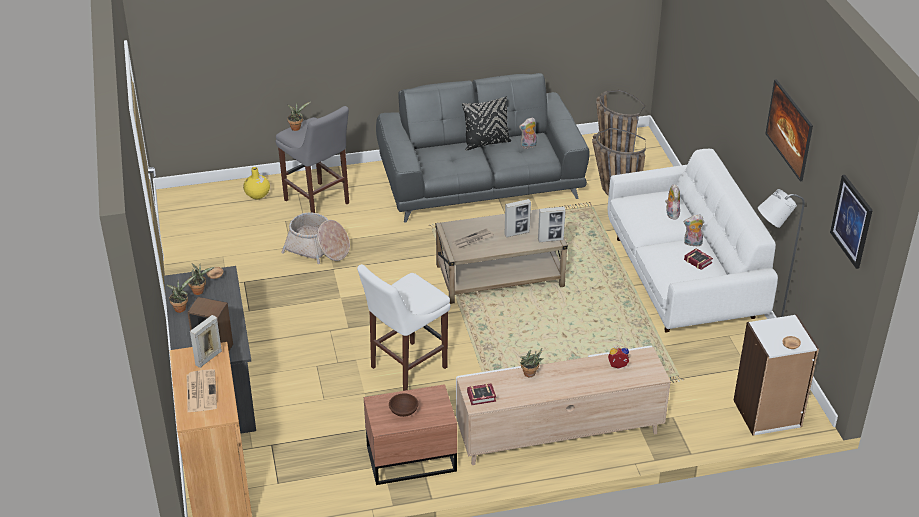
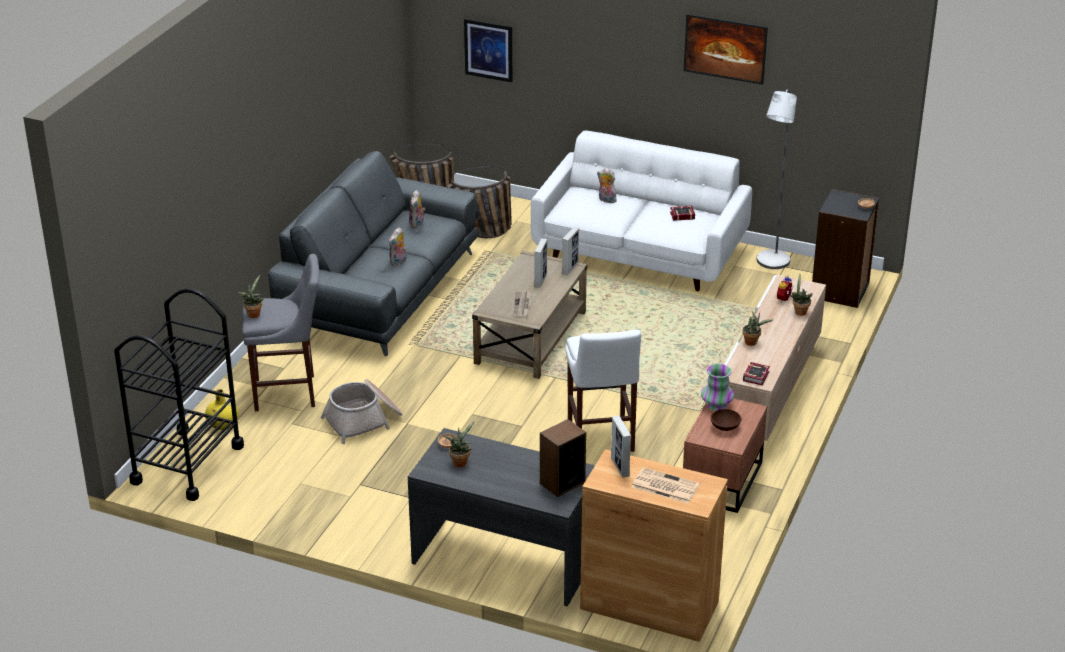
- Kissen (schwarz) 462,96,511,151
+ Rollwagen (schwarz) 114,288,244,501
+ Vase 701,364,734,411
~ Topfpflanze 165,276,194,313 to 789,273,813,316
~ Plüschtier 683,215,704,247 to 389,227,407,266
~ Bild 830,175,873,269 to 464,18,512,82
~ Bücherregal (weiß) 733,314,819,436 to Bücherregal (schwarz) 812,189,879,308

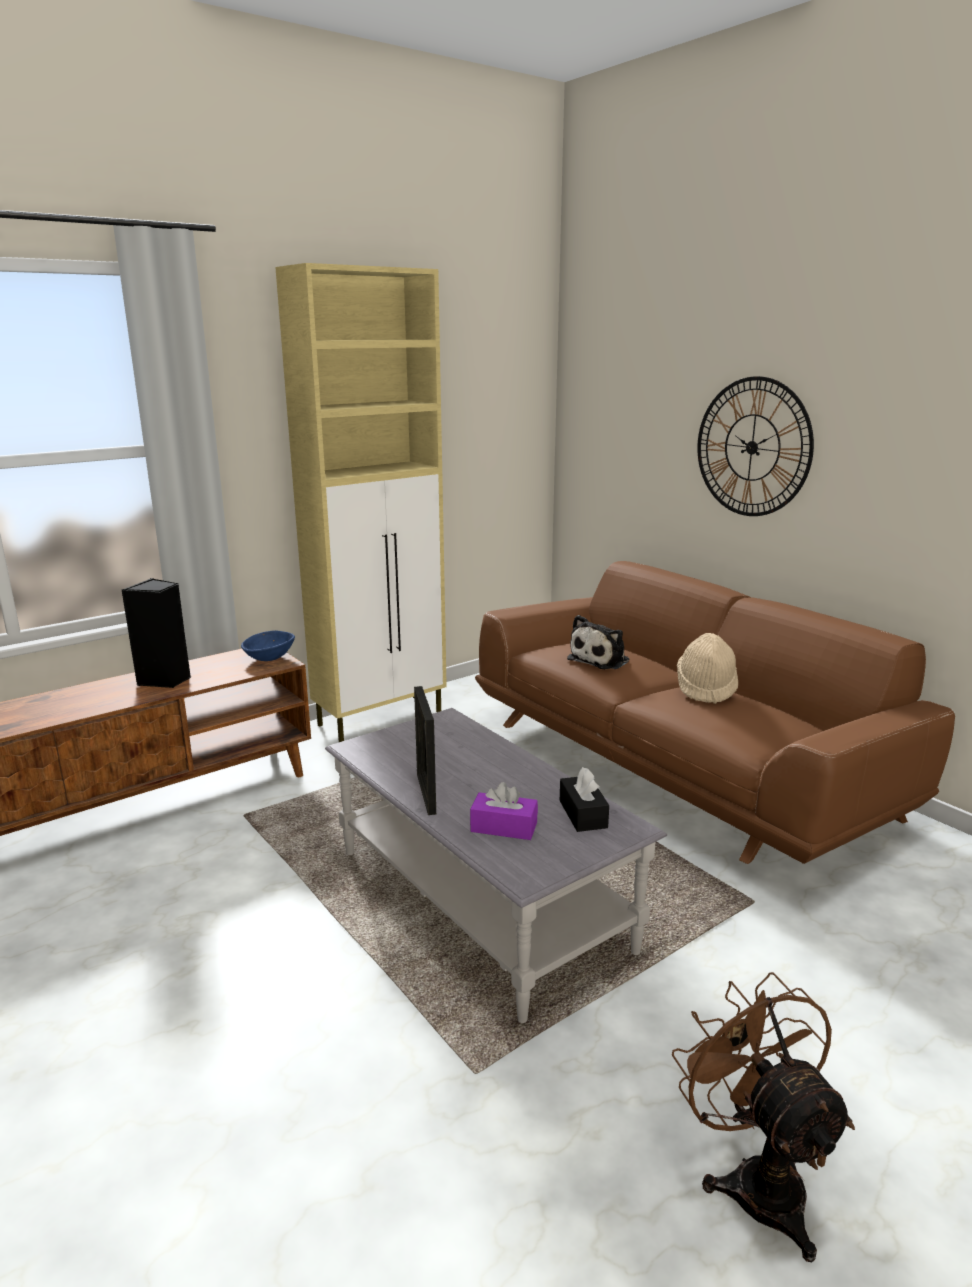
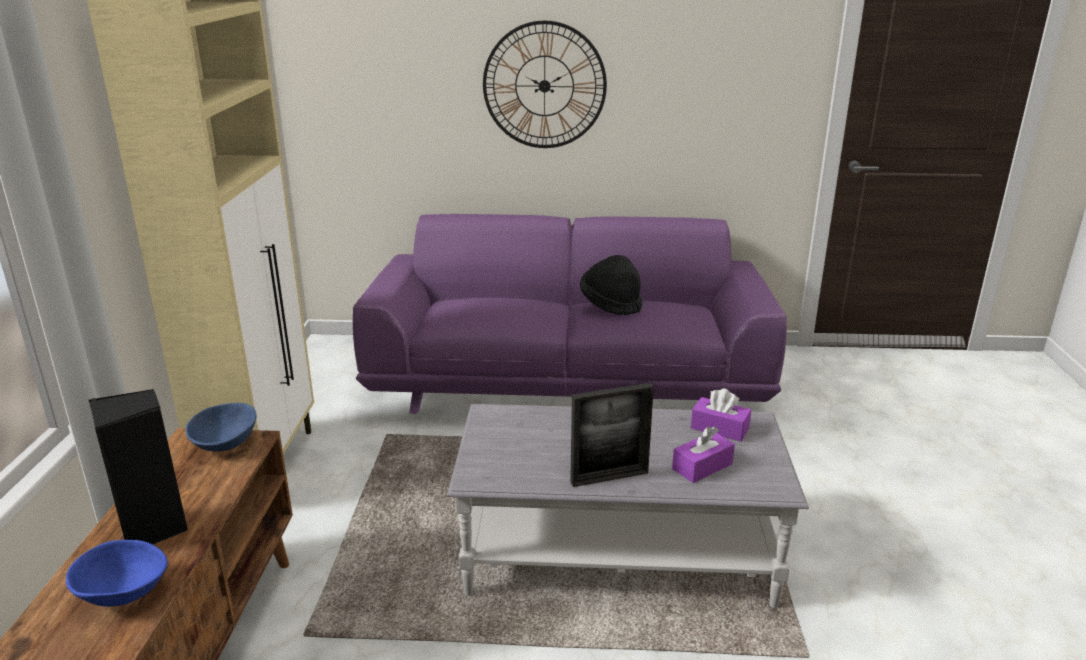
- Plüschtier 567,615,629,669
- Ventilator (braun) 672,972,855,1263
+ Schüssel (blau) 66,540,168,607
~ Sofa (braun) 475,561,955,864 to Sofa (lila) 353,214,787,414
~ Taschentuchbox (schwarz) 560,767,609,832 to Taschentuchbox (lila) 691,389,751,442
~ Hut (beige) 677,633,738,704 to Hut (schwarz) 580,255,642,315
~ Bilderrahmen 414,686,436,815 = 570,383,654,487 45 degrees counterclockwise

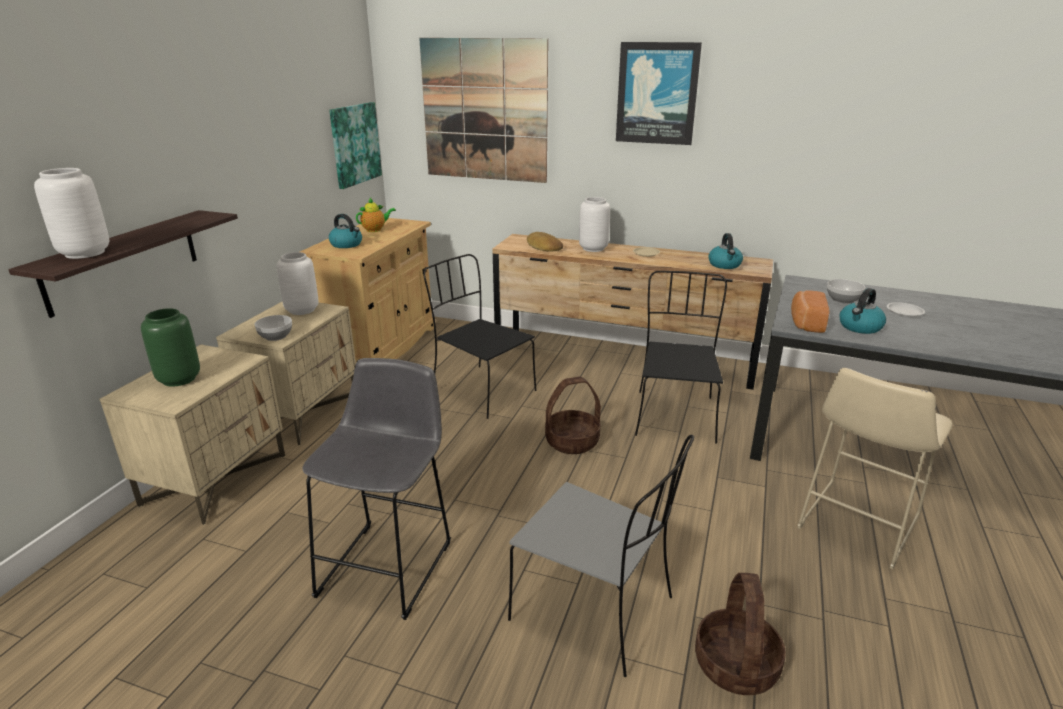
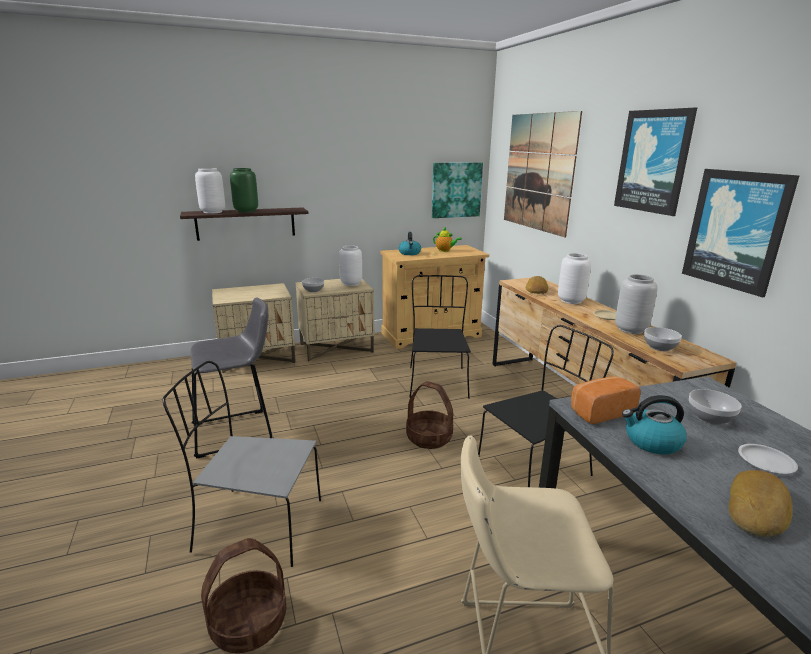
+ Vase (grau) 615,274,658,334
+ Bild 682,169,799,297
+ Brot 729,470,792,537
~ Vase (grün) 141,308,200,387 to 230,168,258,212
~ Wasserkessel 708,233,743,269 to Schüssel 644,327,682,351
~ Stuhl (grau) 508,435,694,677 = 162,361,321,567 105 degrees clockwise

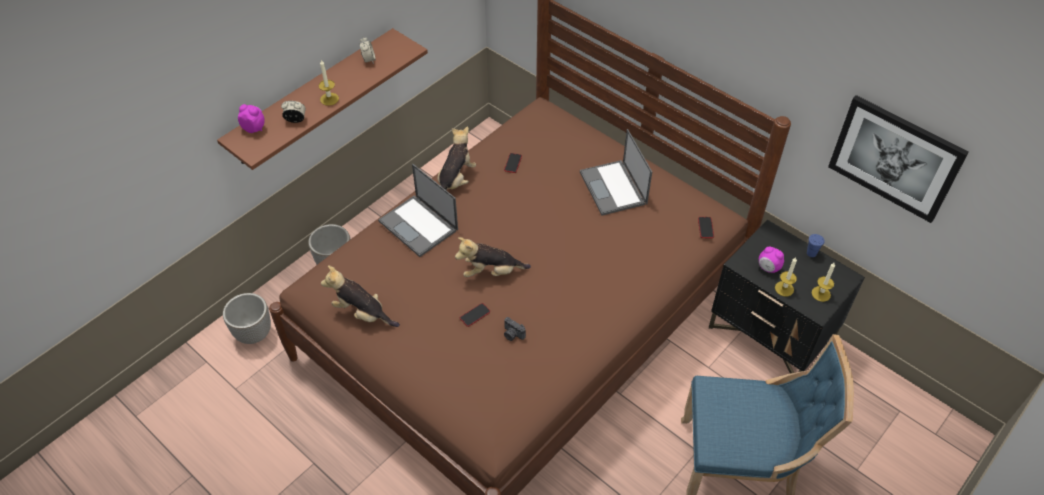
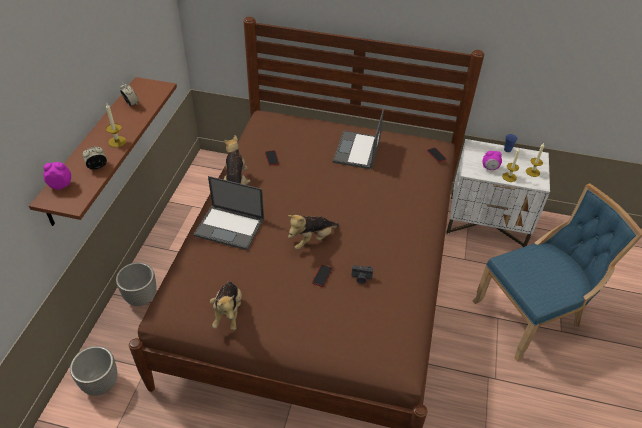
- Bild 828,95,969,223
~ Nachttisch (schwarz) 709,220,865,374 to Nachttisch (weiß) 446,139,550,247
~ Plüschtier 321,266,400,327 = 210,281,242,331 90 degrees counterclockwise
~ Laptop 580,129,652,216 = 333,109,384,170 60 degrees clockwise

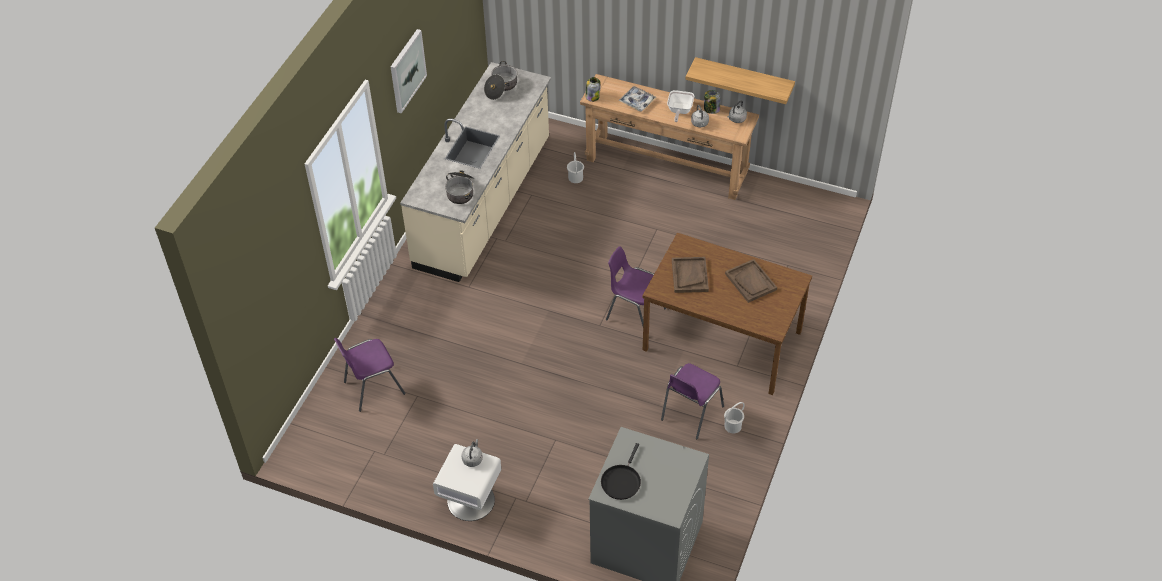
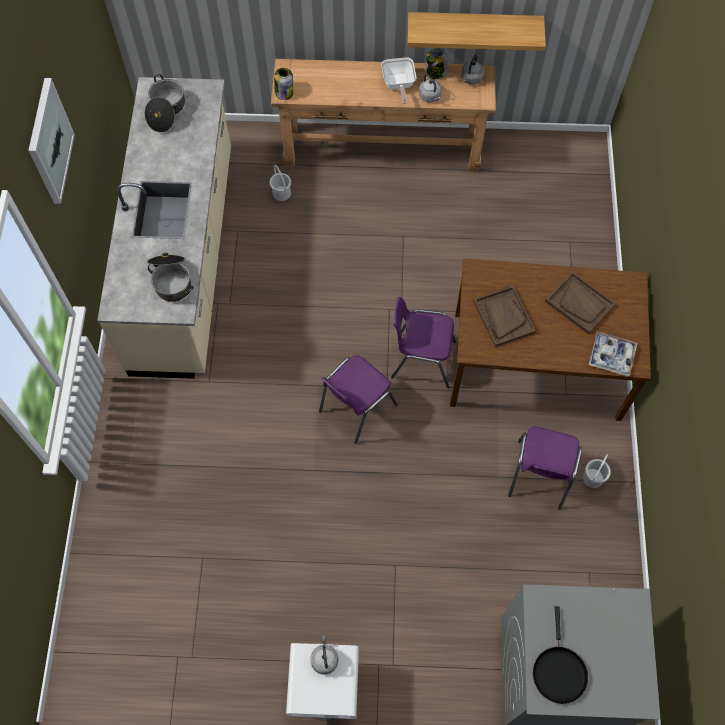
~ Stuhl (lila) 334,338,406,412 to 319,355,398,444
~ Tablett 618,86,656,112 to 588,332,638,376

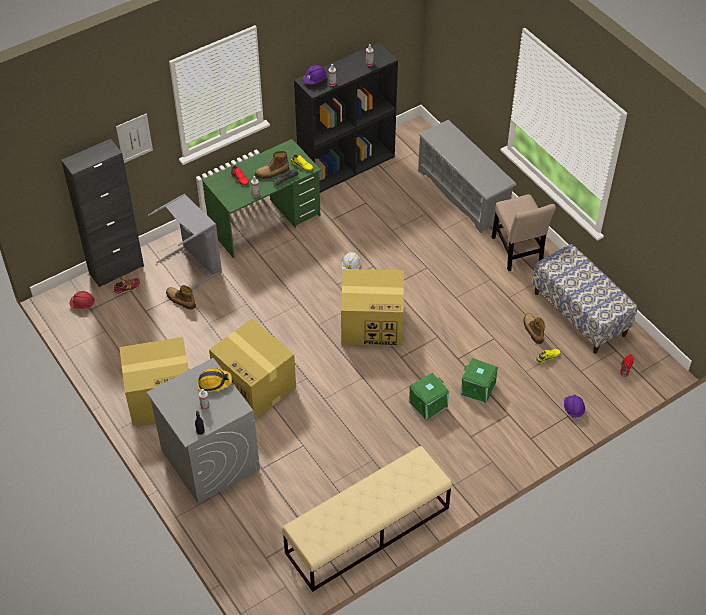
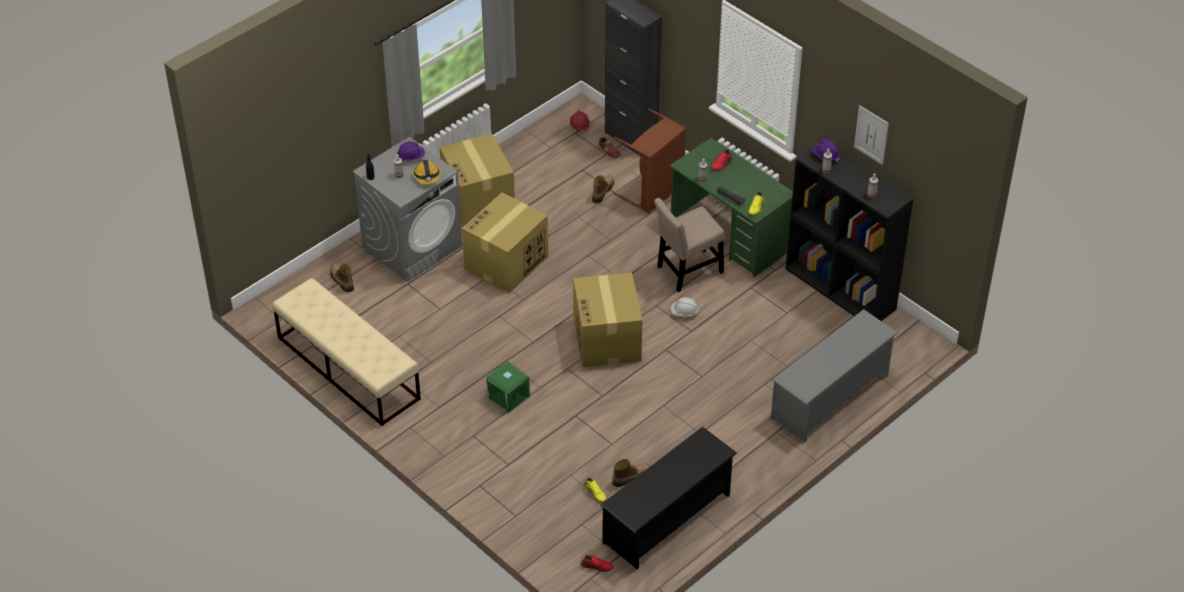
- Aufbewahrungsbox (grün) 460,358,498,404
~ Bild 116,113,153,163 to 854,105,889,165
~ Stiefel 255,151,289,179 to 330,263,354,292
~ Stuhl (beige) 492,194,556,271 to 654,198,725,292
~ Schutzhelm (lila) 564,394,585,420 to 397,141,425,161
~ Bank 532,244,637,354 to Schuhregal (schwarz) 600,427,737,569
~ Wäschekorb (grau) 148,194,222,289 to Wäschekorb (braun) 613,109,686,214

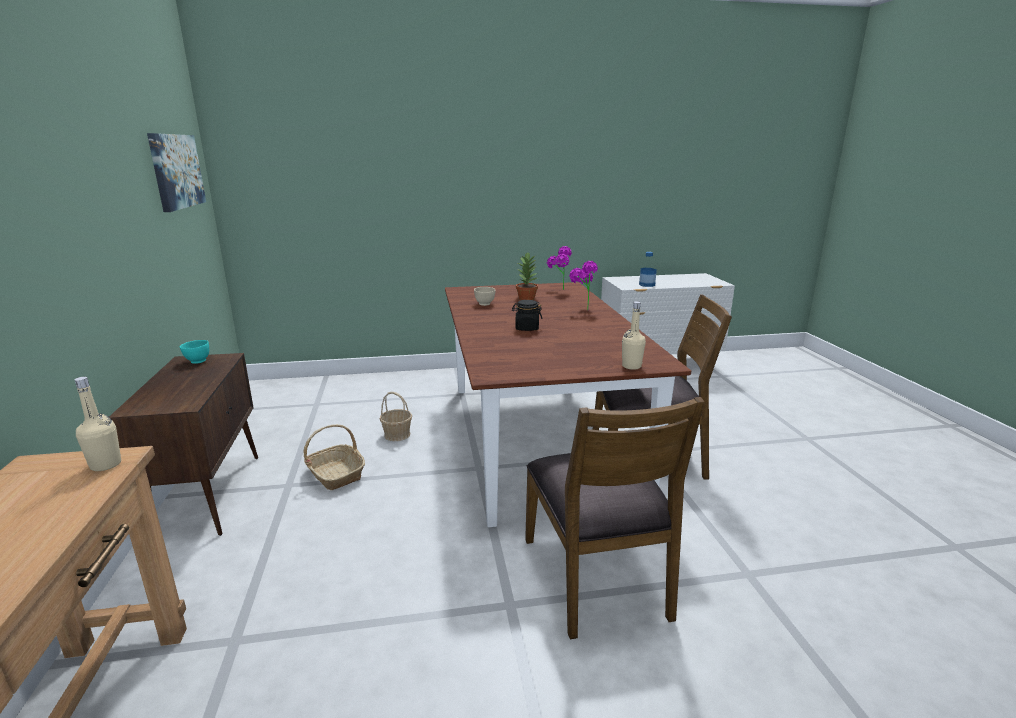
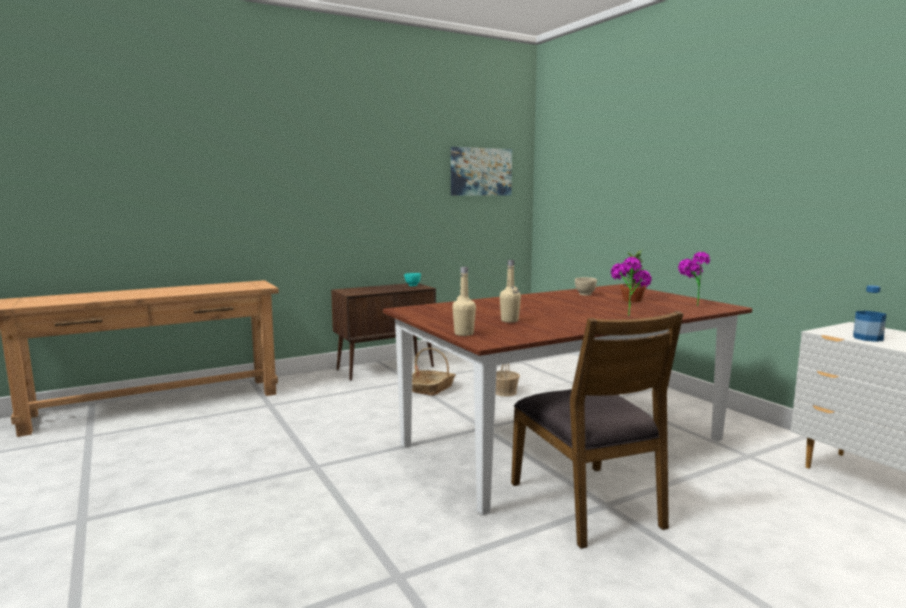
- Vorratsglas (schwarz) 512,300,542,331
- Stuhl (braun) 525,397,705,639
~ Flasche (beige) 75,377,121,471 to 500,260,521,323

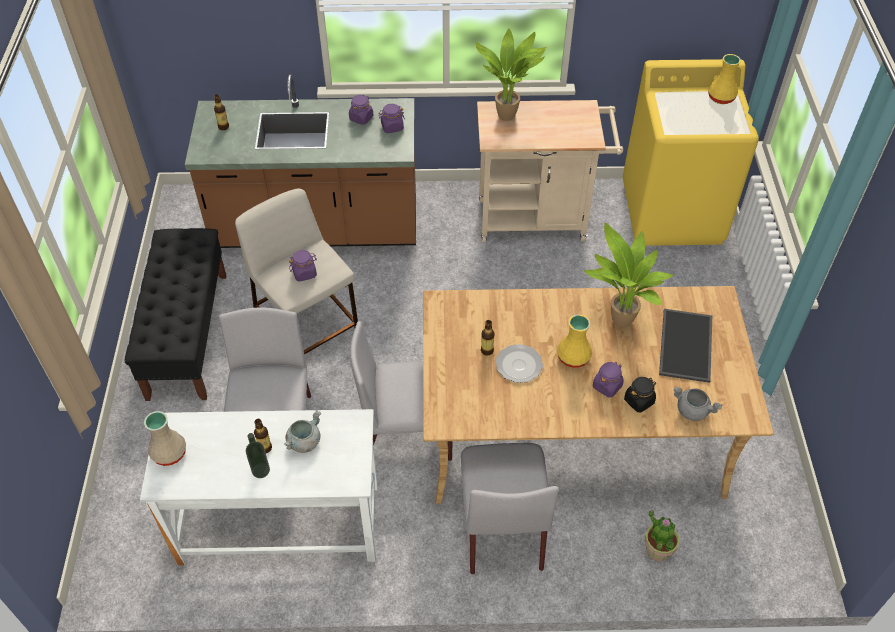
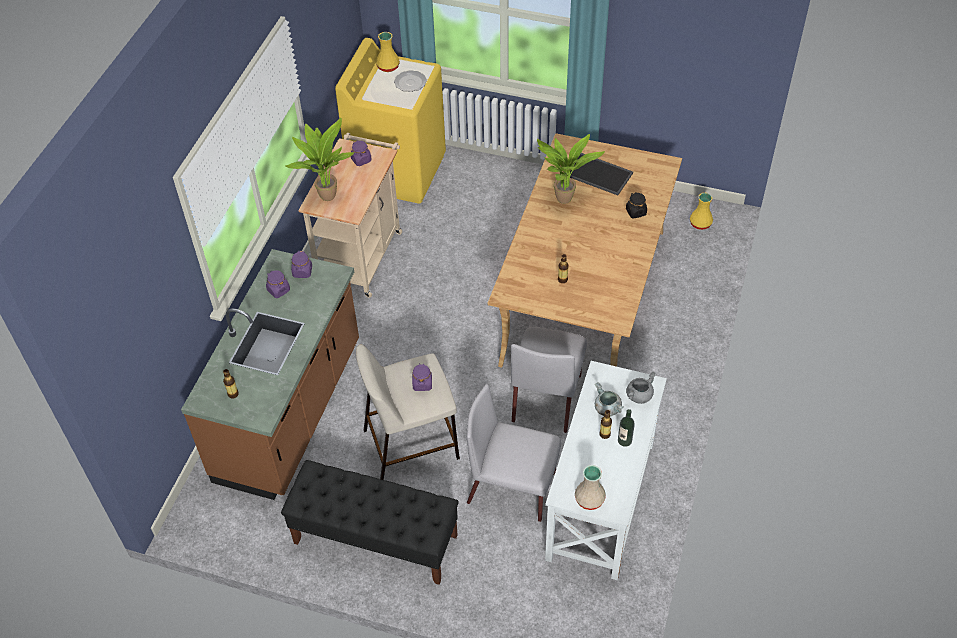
- Stuhl (grau) 461,443,559,574
- Topfpflanze 645,510,680,561
~ Teller 495,344,543,383 to 394,70,427,92
~ Vase (gelb) 557,314,592,368 to 690,193,713,230
~ Vorratsglas (lila) 593,362,624,397 to 351,141,372,166
~ Kochtopf (grau) 674,387,723,421 to 626,371,656,404

